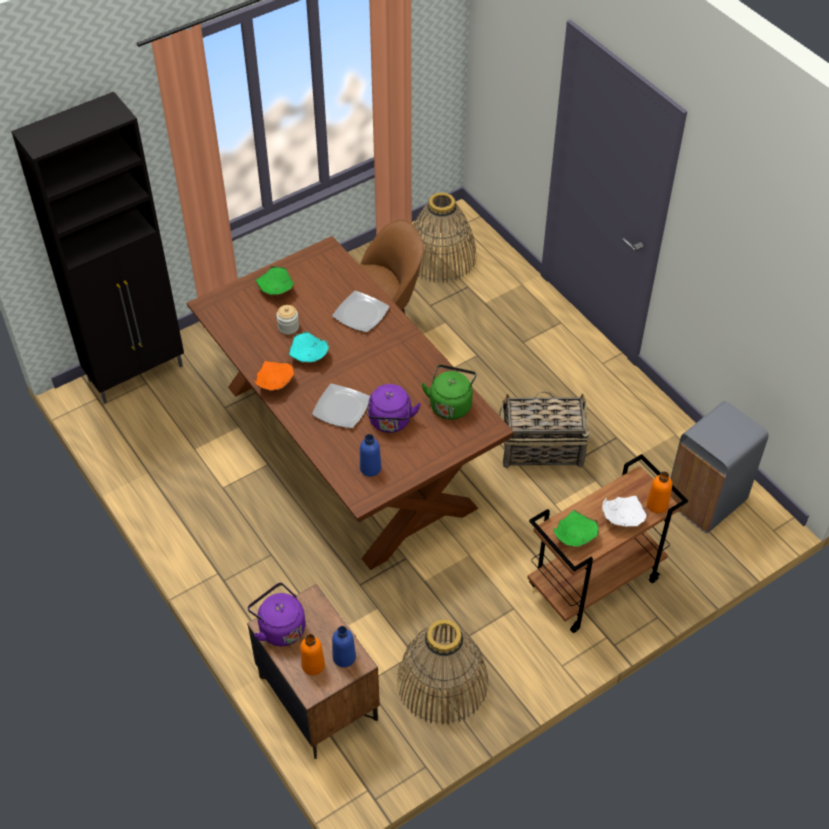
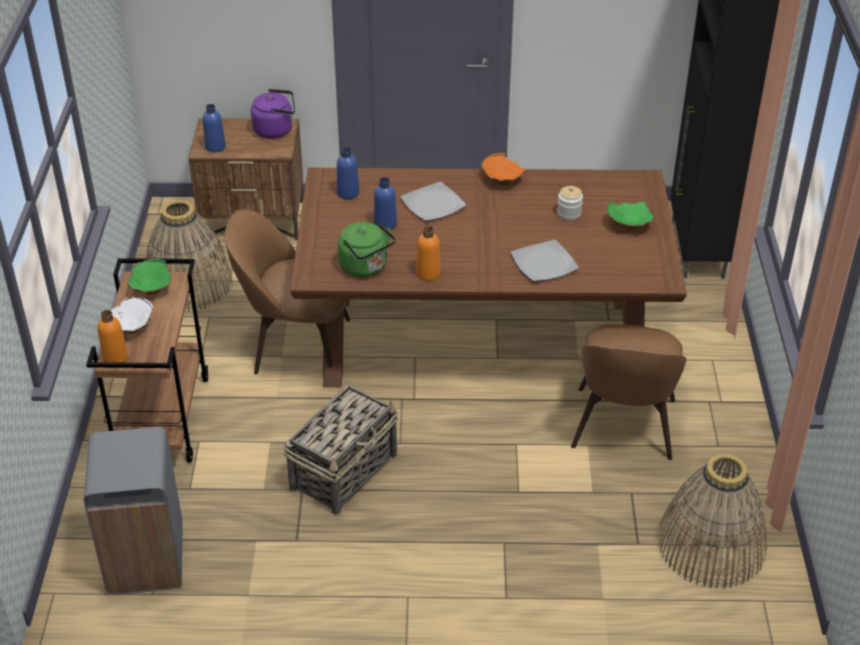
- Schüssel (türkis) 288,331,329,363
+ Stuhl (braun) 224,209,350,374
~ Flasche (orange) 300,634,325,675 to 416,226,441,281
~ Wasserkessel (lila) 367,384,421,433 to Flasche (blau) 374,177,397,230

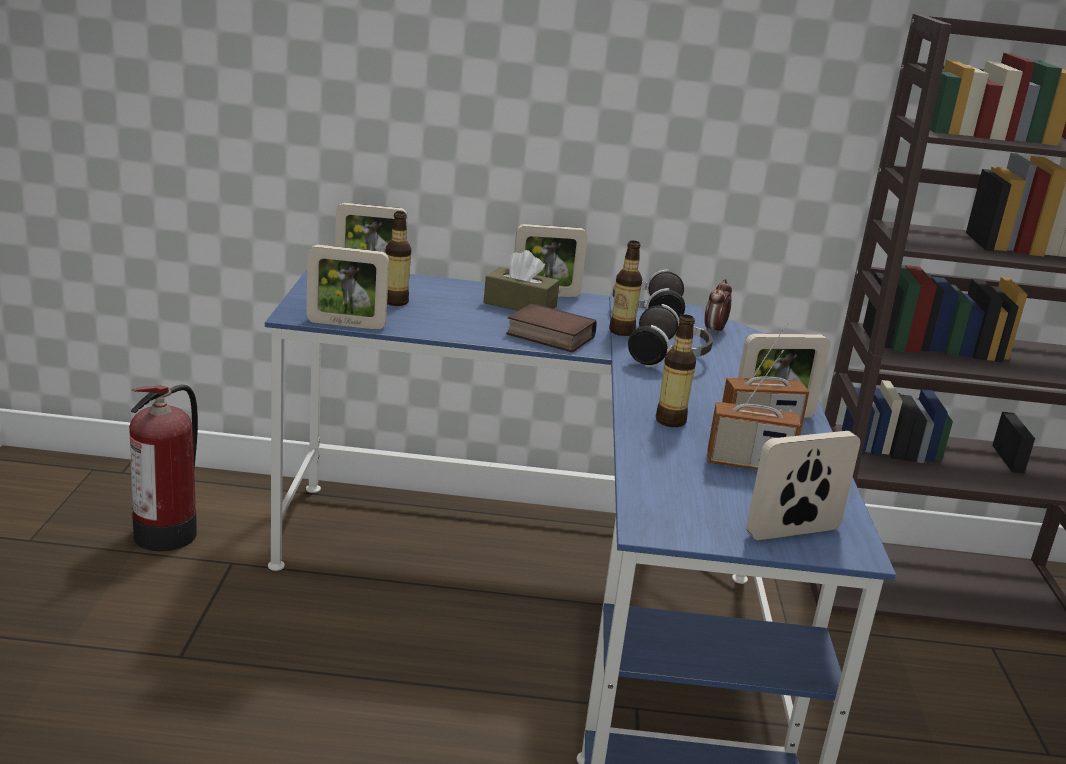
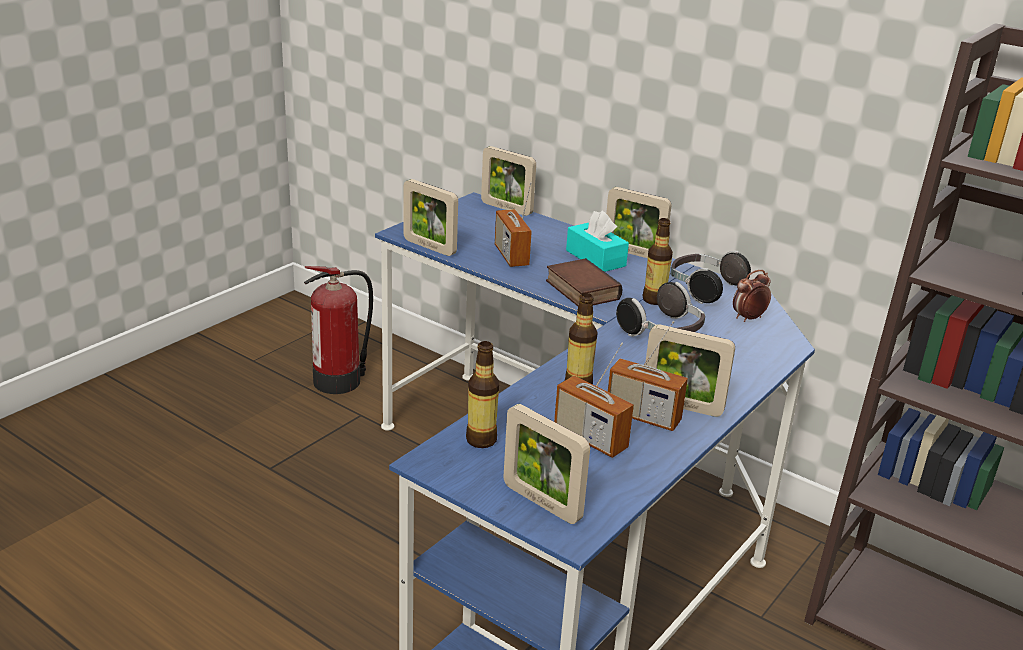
+ Radio 495,183,532,267
~ Flasche 385,211,411,306 to 466,341,499,448
~ Taschentuchbox (braun) 484,250,560,311 to Taschentuchbox (türkis) 566,211,629,272
~ Bilderrahmen 746,431,860,540 = 503,404,590,524 150 degrees counterclockwise

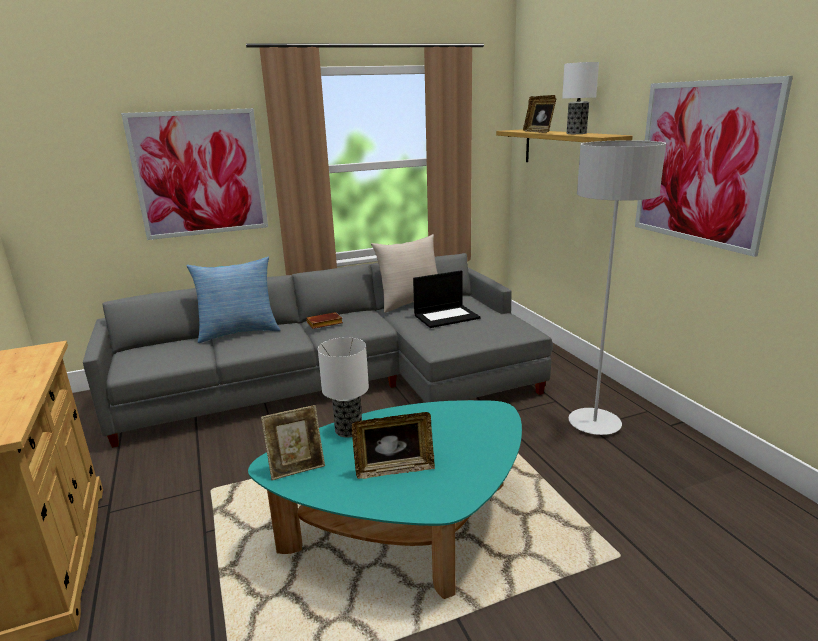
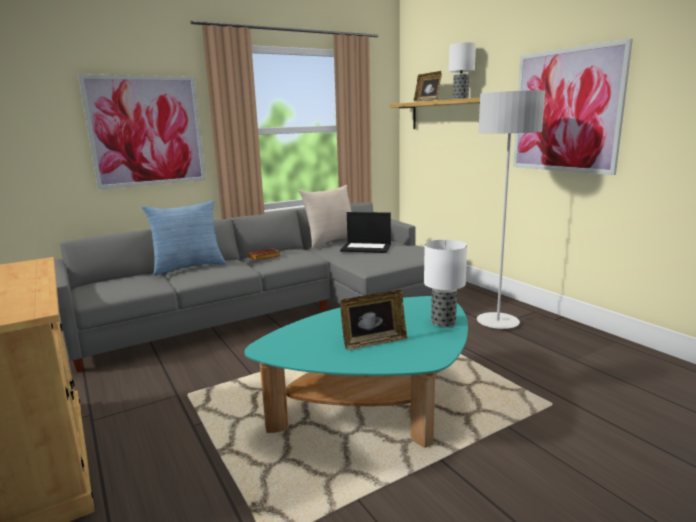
- Bilderrahmen 261,405,325,480
~ Tischlampe 318,337,369,437 to 424,240,467,327
~ Laptop 413,270,480,328 = 340,212,391,253 45 degrees clockwise

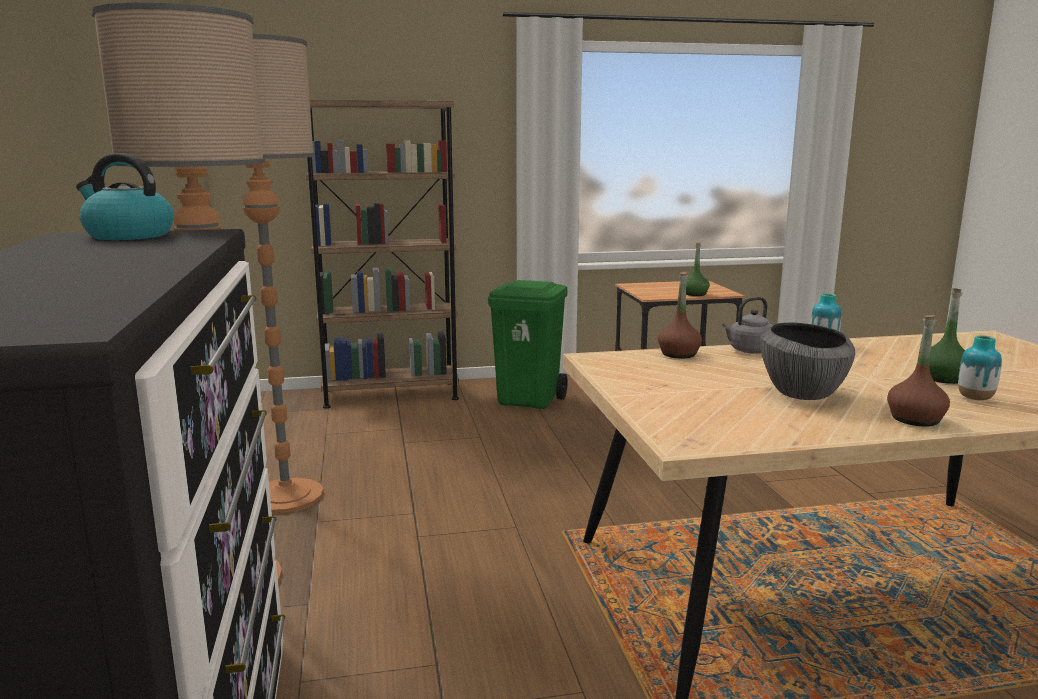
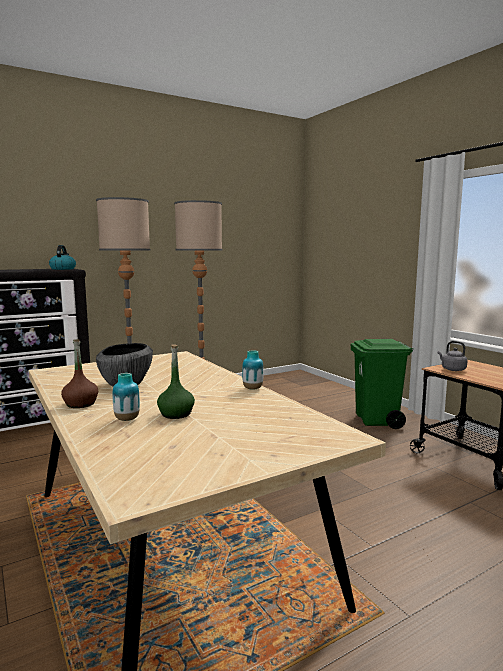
- Bücherregal (braun) 306,100,459,409
- Flasche (braun) 658,272,702,358
- Flasche (grün) 686,242,710,296
~ Wasserkessel (grau) 722,297,773,354 to 438,341,468,371

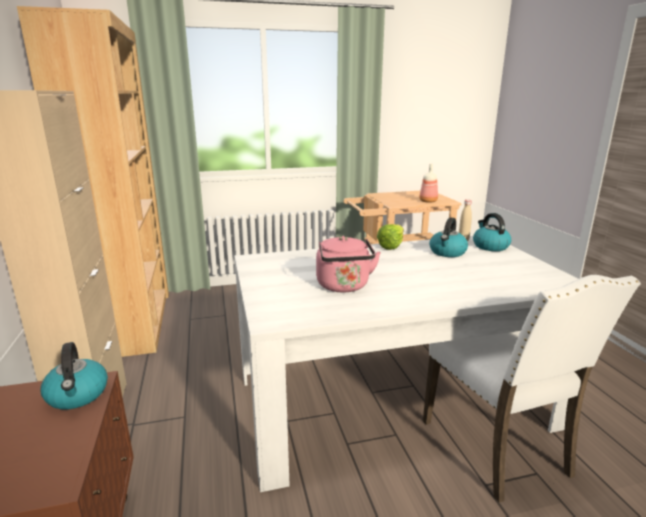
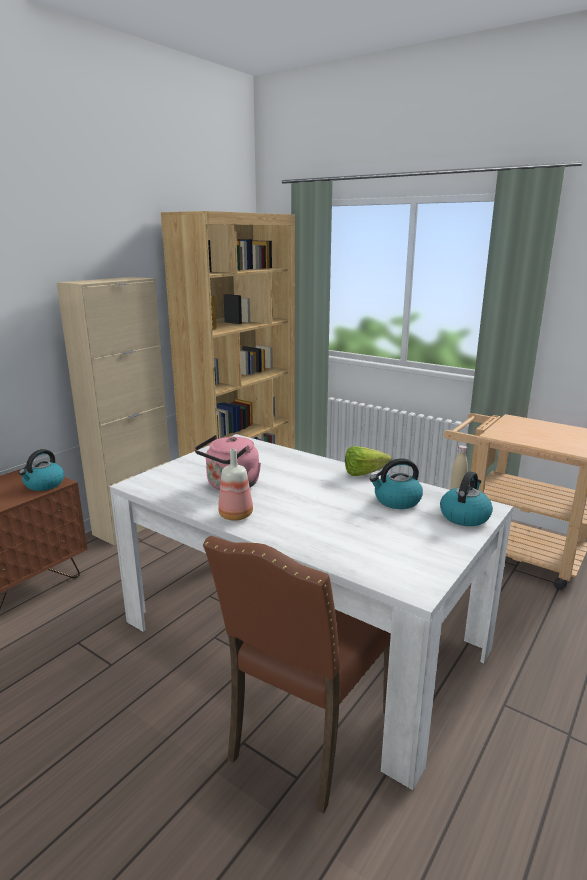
~ Flasche 419,164,438,203 to 218,449,253,521
~ Stuhl (weiß) 423,275,641,503 to Stuhl (braun) 203,535,391,814

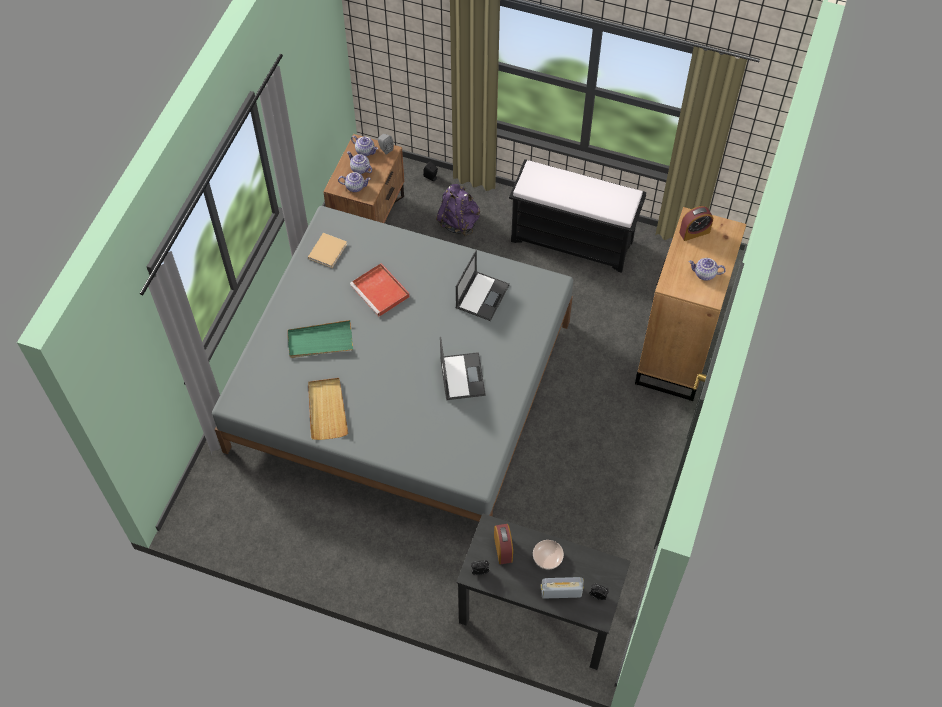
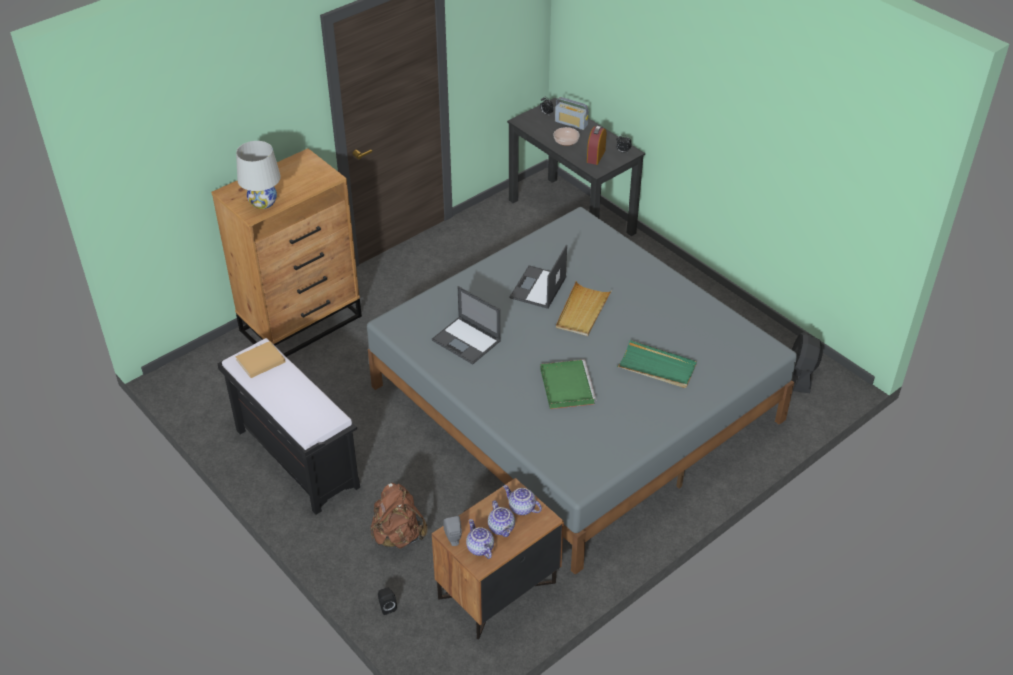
- Teekanne 689,258,726,281
+ Ventilator (schwarz) 792,332,823,393
~ Buch (beige) 308,233,347,268 to 235,341,285,378
~ Tablett (beige) 308,378,348,440 to 556,281,612,336
~ Wecker 679,206,713,241 to Tischlampe (weiß) 236,141,281,209
~ Tablett (rot) 350,263,410,317 to Tablett (grün) 540,360,596,409
~ Rucksack (lila) 436,184,480,236 to Rucksack (braun) 371,482,428,549
~ Laptop 456,250,510,321 = 432,286,501,365 105 degrees counterclockwise

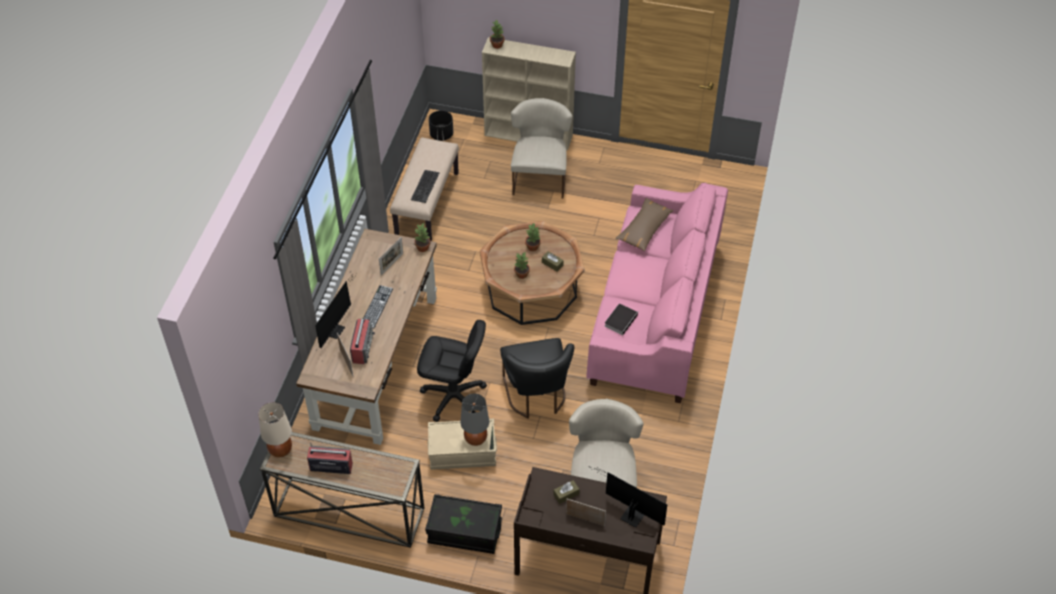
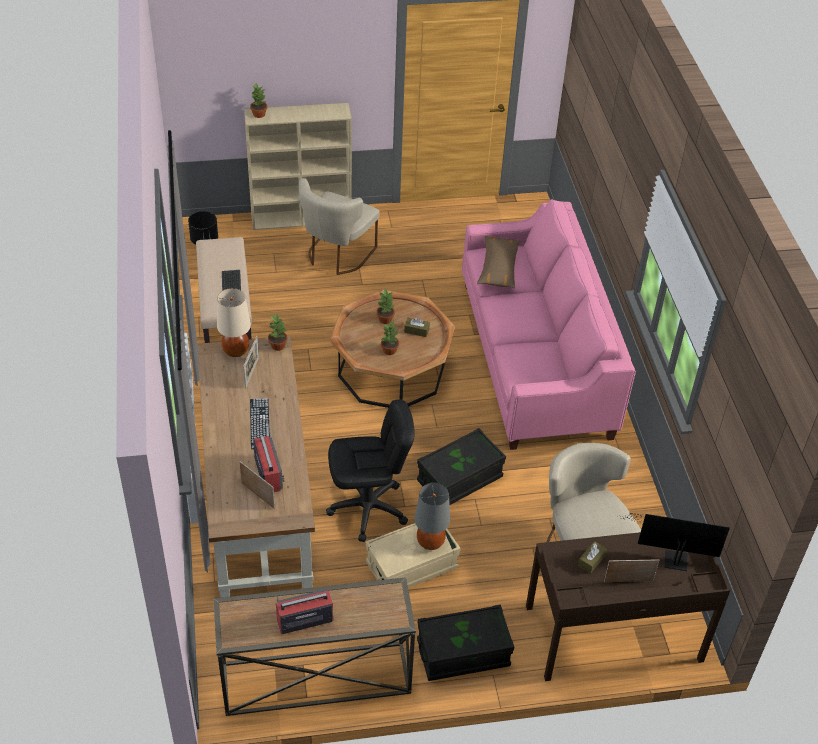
- Monitor 315,274,354,348
- Buch 604,303,638,335
~ Tischlampe (beige) 258,402,292,457 to 217,288,251,357
~ Stuhl (schwarz) 500,338,574,419 to Aufbewahrungsbox (schwarz) 417,428,506,505
~ Stuhl (beige) 511,98,573,198 = 299,178,380,275 135 degrees counterclockwise

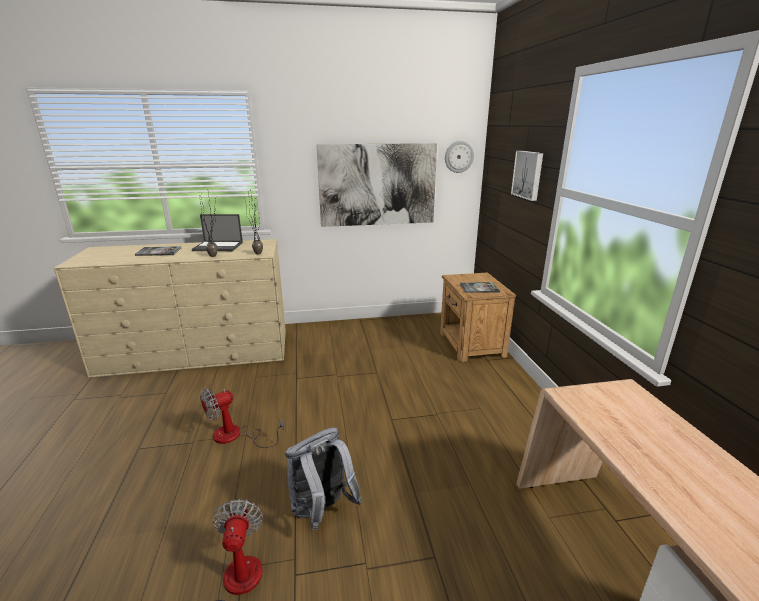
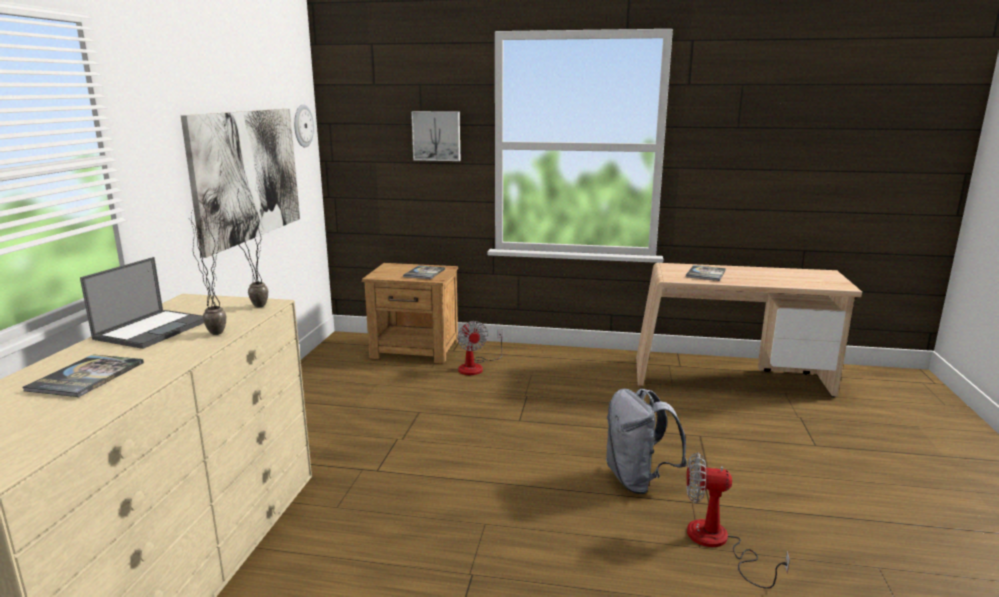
+ Buch 686,265,726,281
~ Ventilator 200,388,284,448 to 457,321,503,375

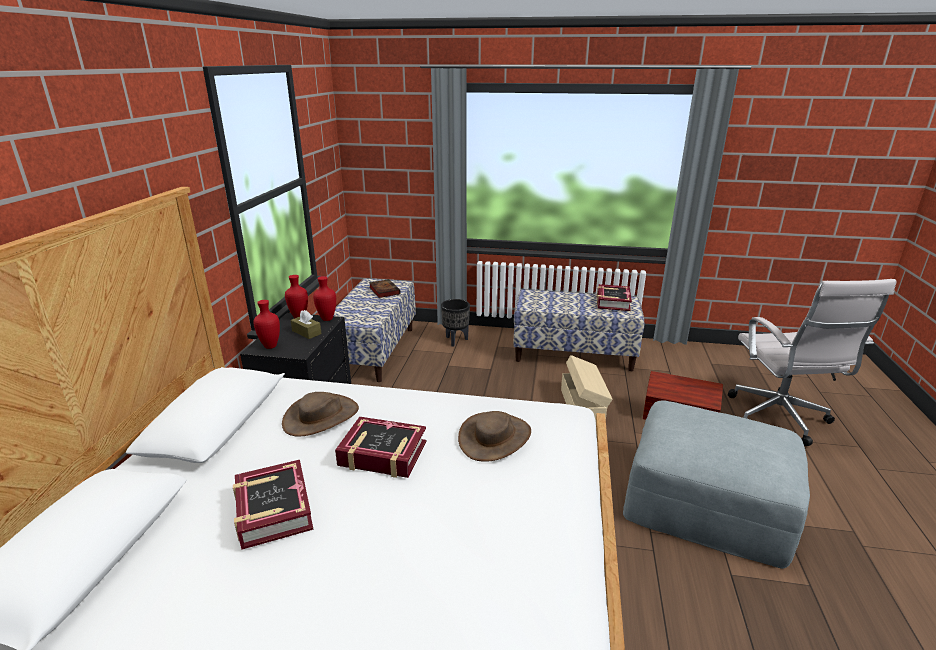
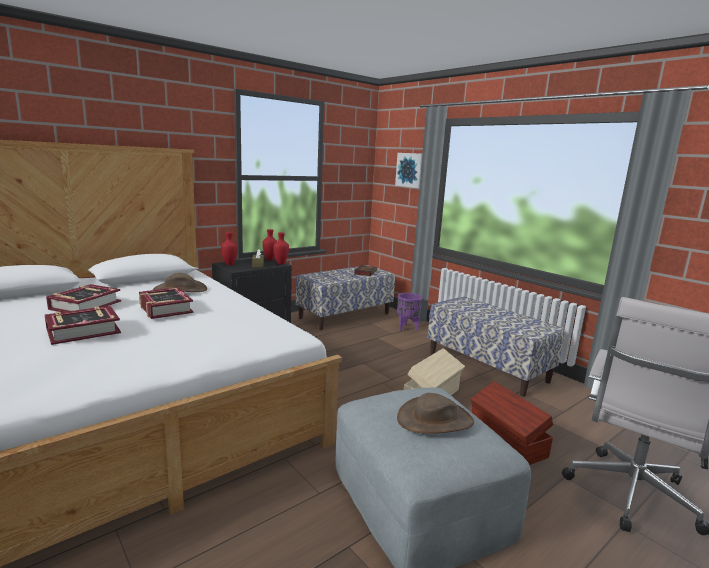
+ Bild 395,153,422,188
~ Hut (braun) 458,411,531,462 to 397,393,474,434
~ Buch 597,284,632,311 to 45,306,121,345
~ Pflanzkübel (schwarz) 441,299,470,347 to Pflanzkübel (lila) 397,293,422,331

